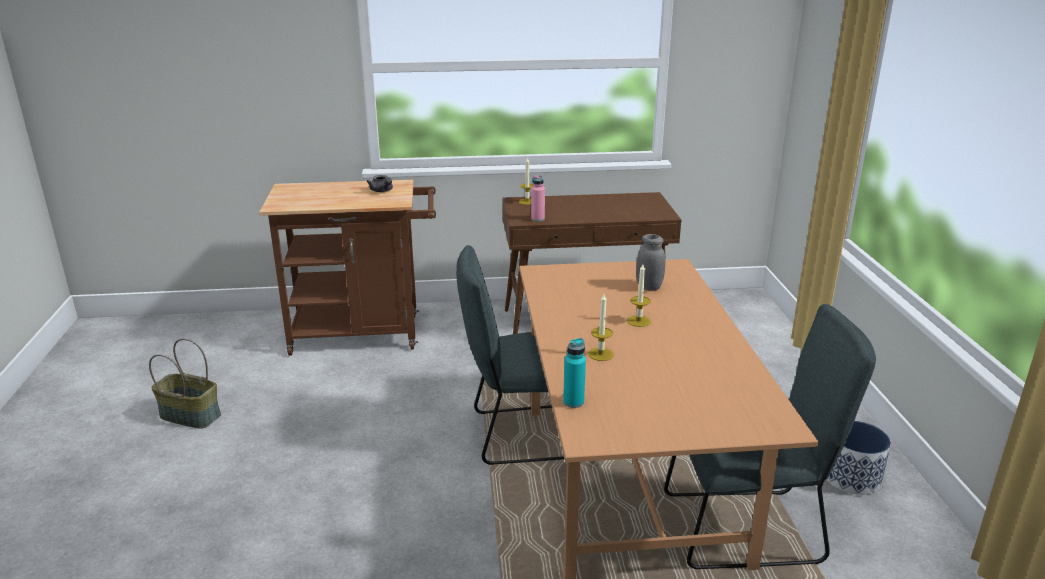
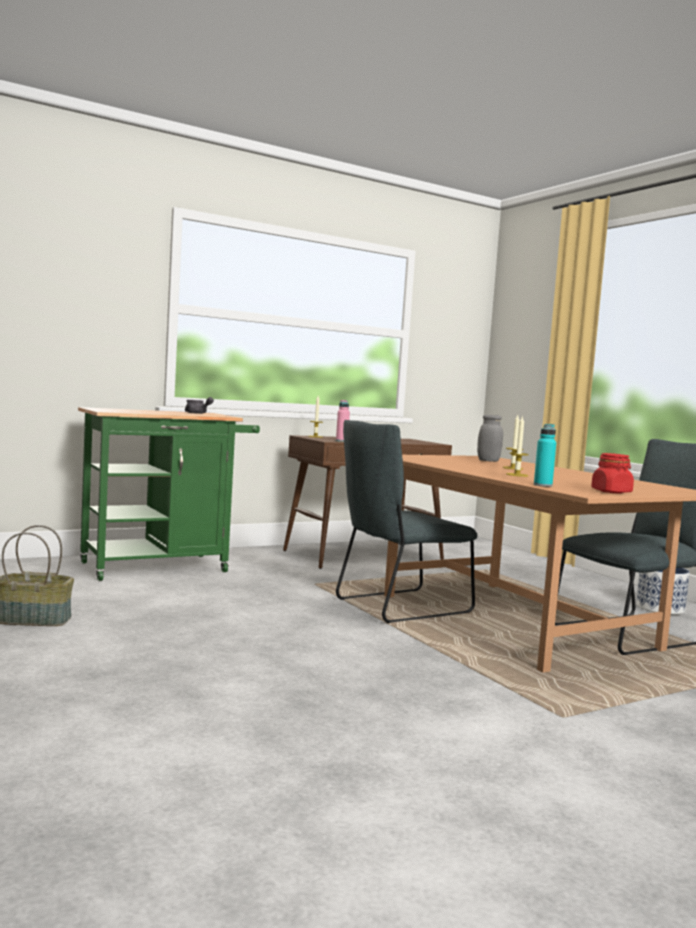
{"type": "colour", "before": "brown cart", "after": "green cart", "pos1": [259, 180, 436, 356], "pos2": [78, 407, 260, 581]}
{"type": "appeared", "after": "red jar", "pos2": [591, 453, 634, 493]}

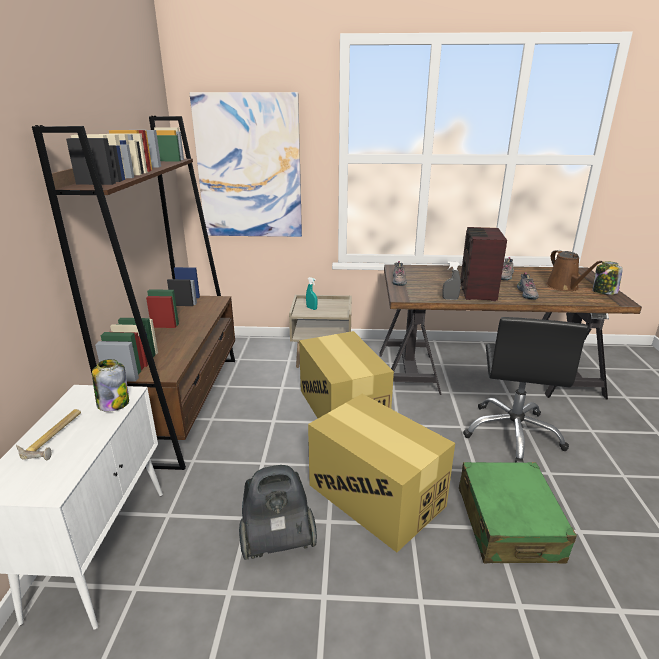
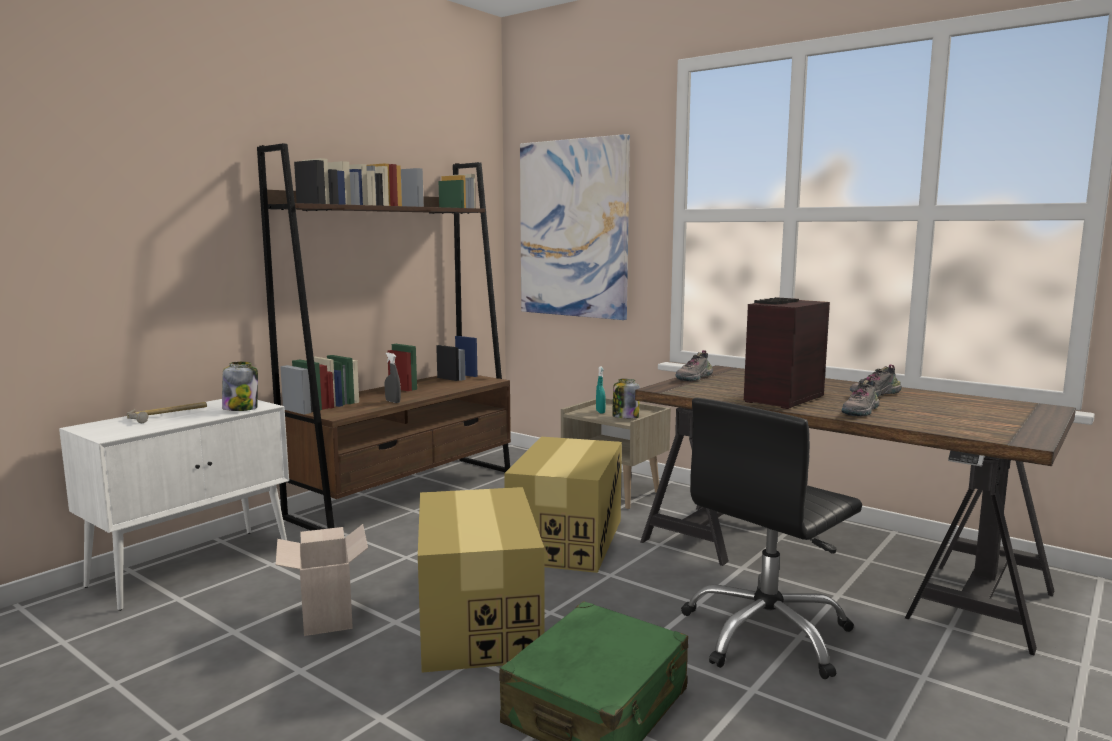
{"type": "exchanged", "before": "vacuum cleaner", "after": "cardboard box", "pos1": [239, 465, 317, 560], "pos2": [276, 524, 368, 636]}
{"type": "relocated", "before": "grey spray bottle", "pos1": [442, 261, 461, 300], "pos2": [384, 353, 401, 403]}
{"type": "missing", "before": "brown watering can", "pos1": [546, 250, 603, 291]}
{"type": "relocated", "before": "jar", "pos1": [592, 262, 623, 295], "pos2": [612, 379, 640, 419]}

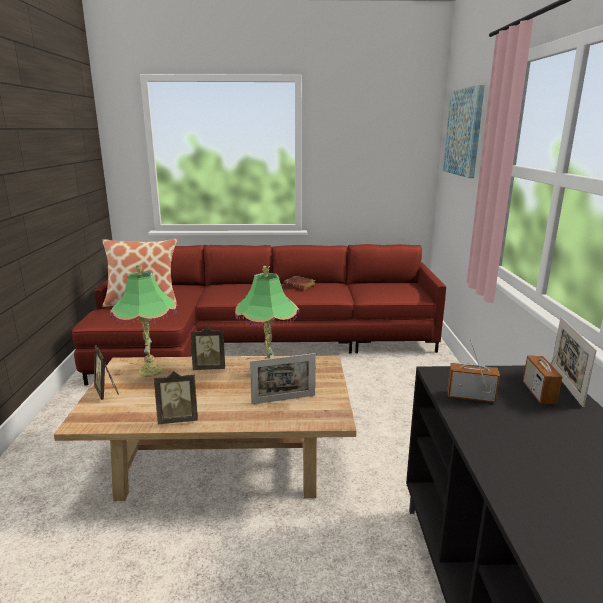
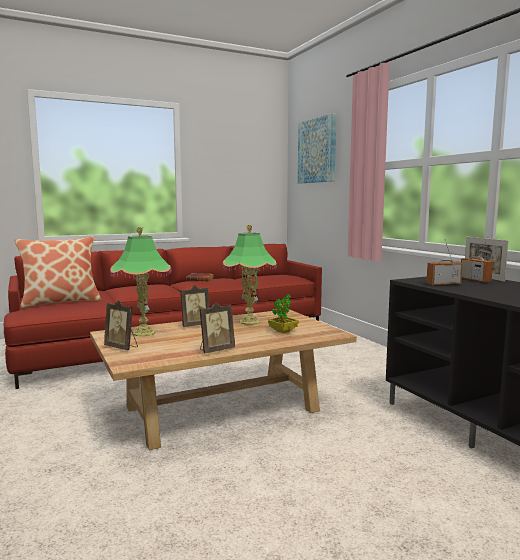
{"type": "exchanged", "before": "picture frame", "after": "potted plant", "pos1": [250, 353, 316, 404], "pos2": [268, 294, 299, 333]}

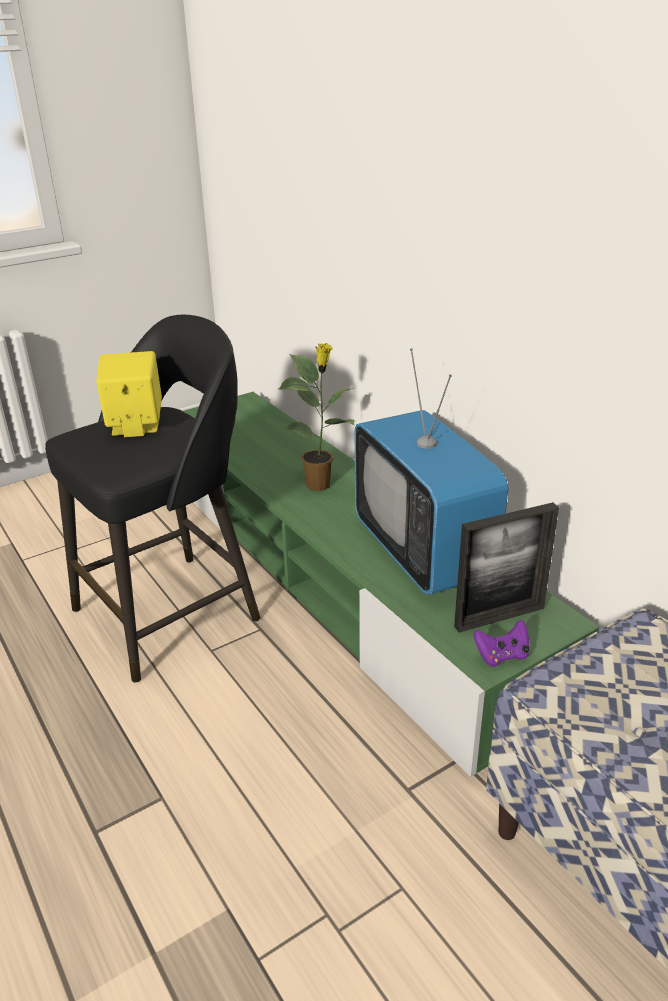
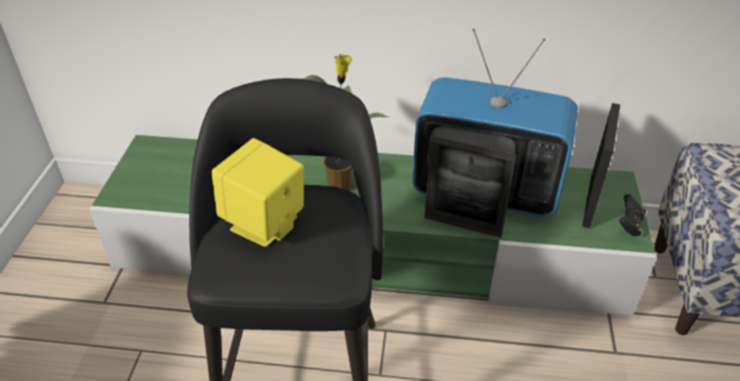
{"type": "colour", "before": "purple game controller", "after": "black game controller", "pos1": [473, 620, 529, 667], "pos2": [619, 194, 646, 236]}
{"type": "appeared", "after": "picture frame", "pos2": [425, 136, 517, 238]}

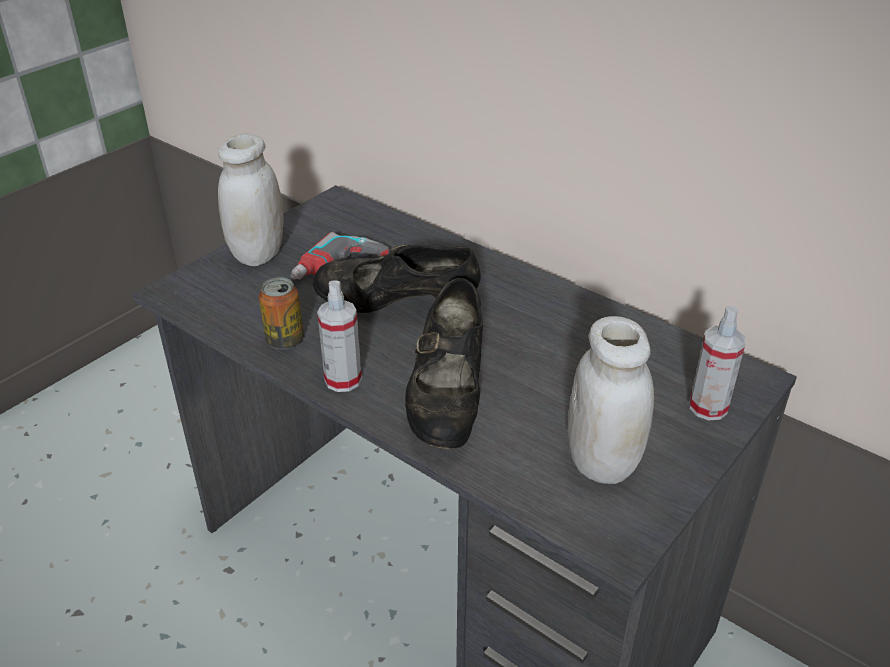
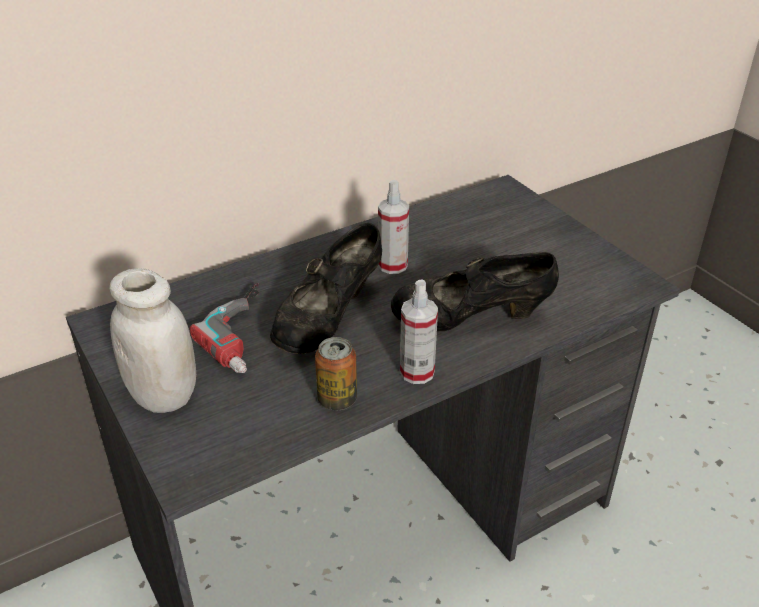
{"type": "spun", "before": "black shoe", "pos1": [405, 278, 483, 449], "pos2": [391, 252, 559, 331], "turn": 150}
{"type": "missing", "before": "white jar", "pos1": [568, 316, 654, 484]}
{"type": "relocated", "before": "spray bottle", "pos1": [690, 306, 746, 421], "pos2": [378, 180, 409, 274]}

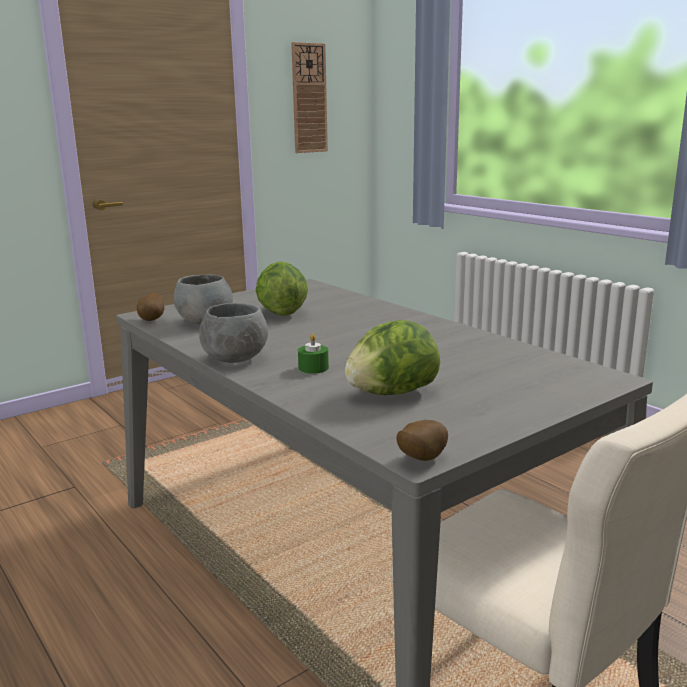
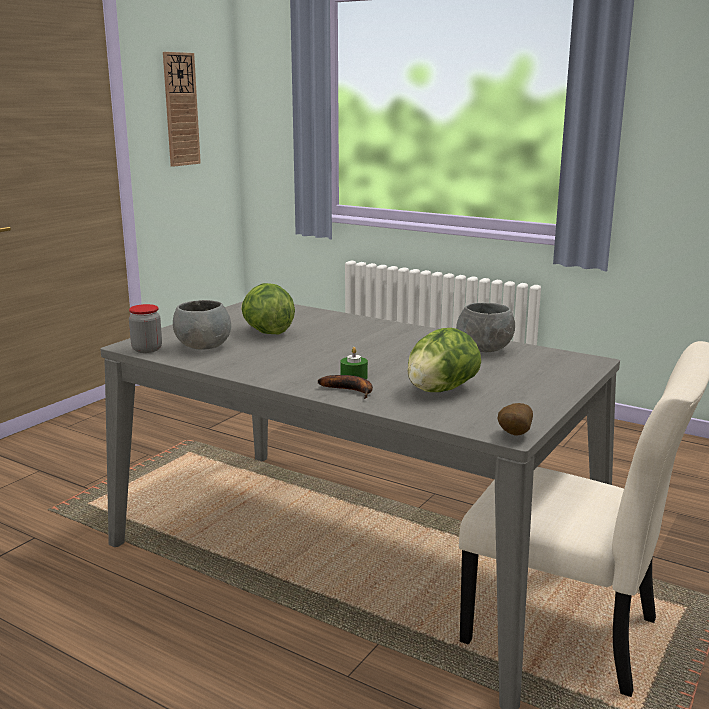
{"type": "exchanged", "before": "potato", "after": "jar", "pos1": [137, 293, 165, 321], "pos2": [129, 304, 162, 353]}
{"type": "relocated", "before": "grey bowl", "pos1": [199, 303, 268, 363], "pos2": [456, 303, 515, 352]}
{"type": "appeared", "after": "banana", "pos2": [318, 375, 373, 399]}

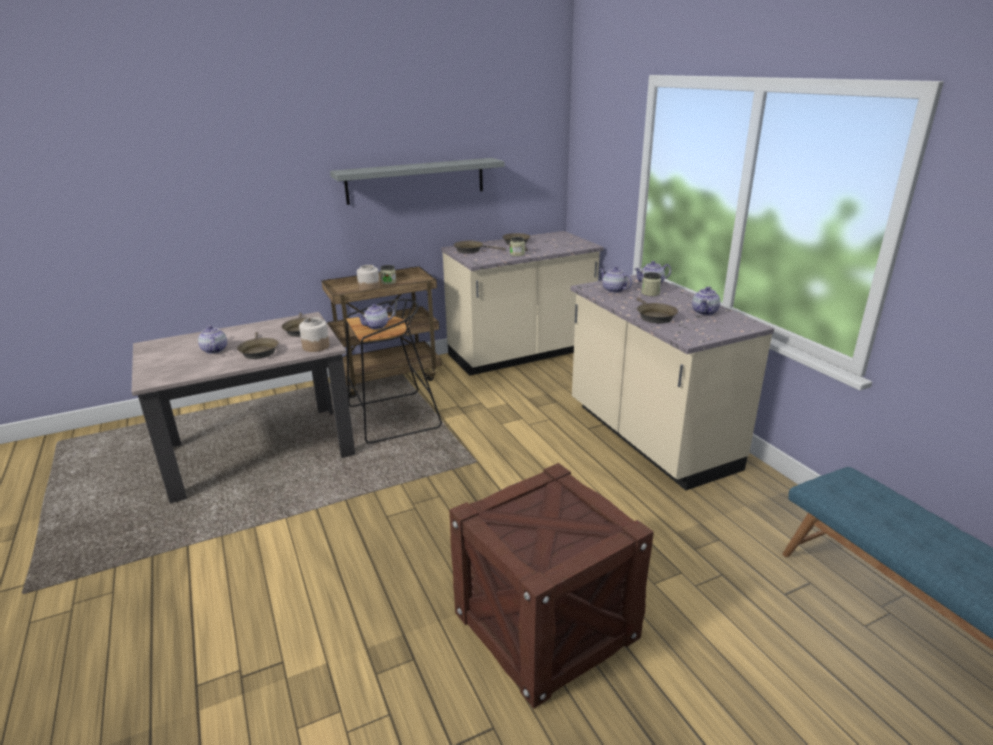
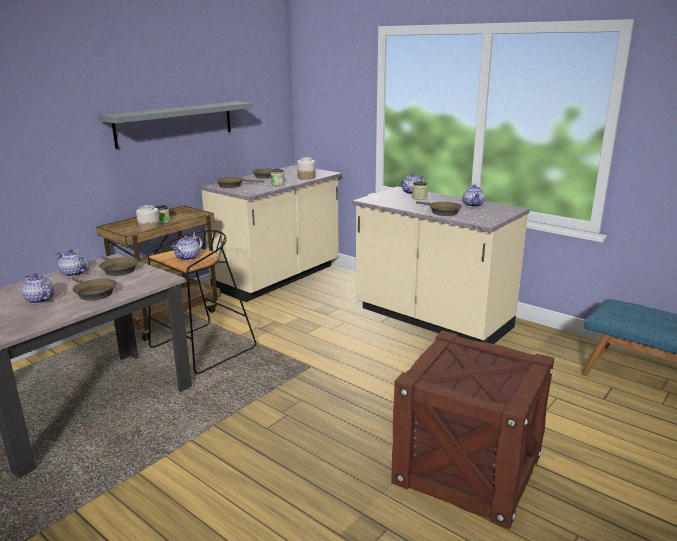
{"type": "relocated", "before": "jar", "pos1": [299, 317, 330, 352], "pos2": [297, 157, 315, 180]}
{"type": "relocated", "before": "teapot", "pos1": [600, 267, 632, 293], "pos2": [55, 249, 89, 277]}

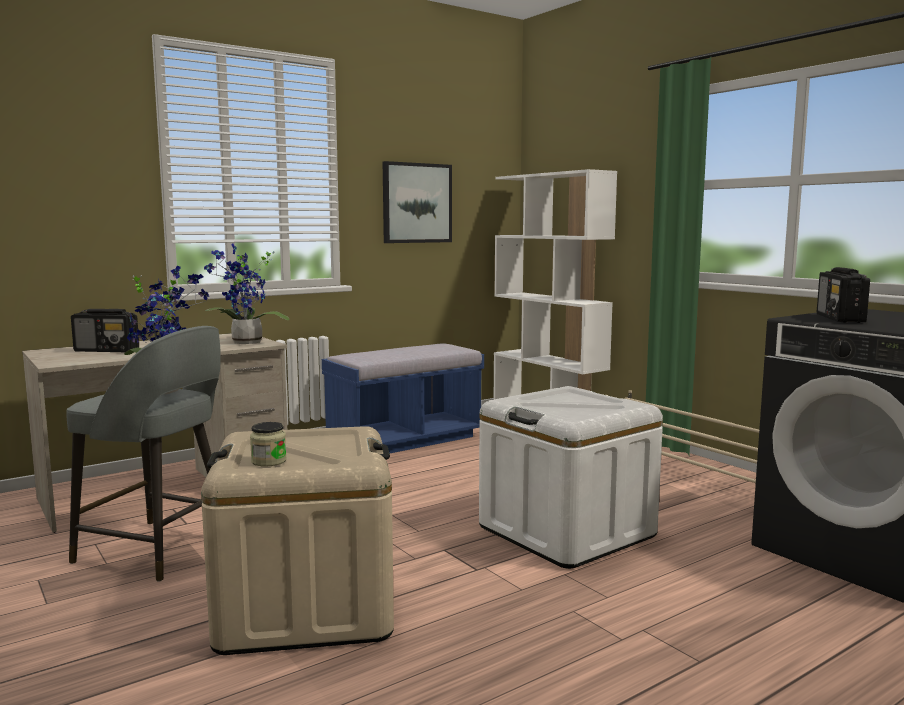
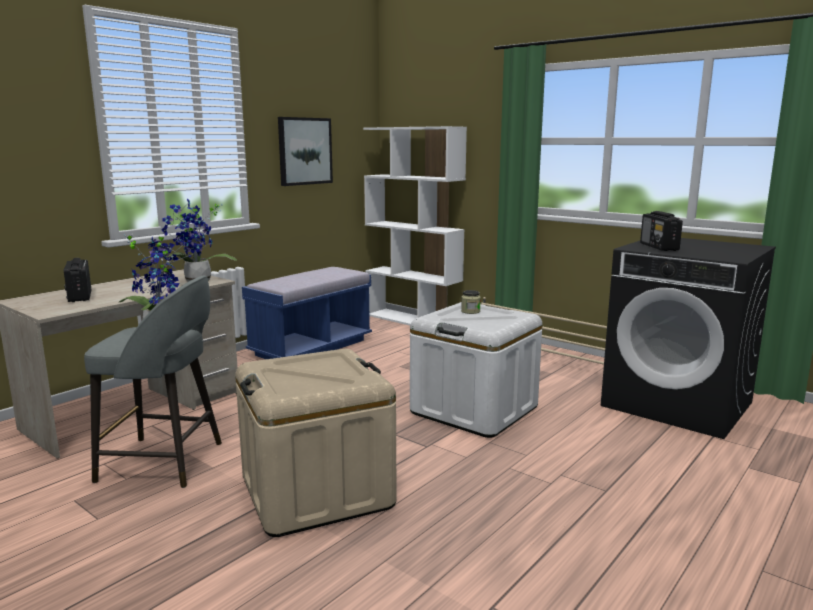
{"type": "spun", "before": "radio", "pos1": [71, 309, 139, 352], "pos2": [64, 258, 91, 302], "turn": 75}
{"type": "relocated", "before": "jar", "pos1": [250, 422, 287, 467], "pos2": [461, 290, 481, 314]}

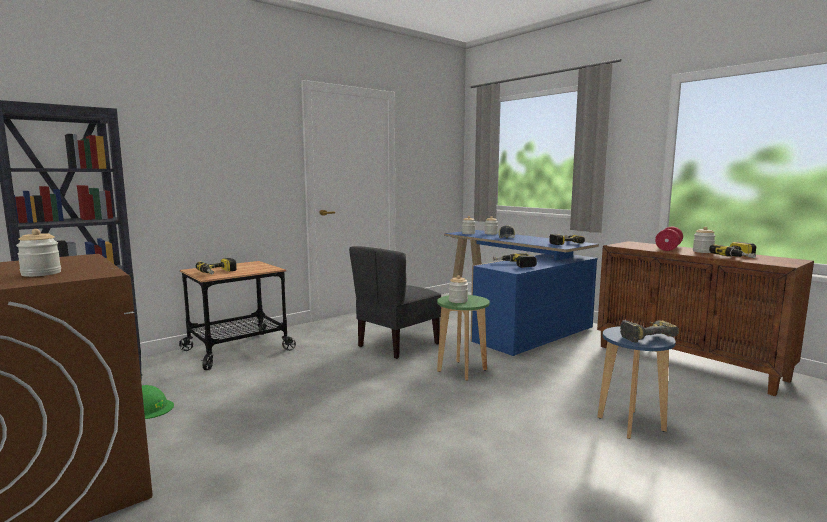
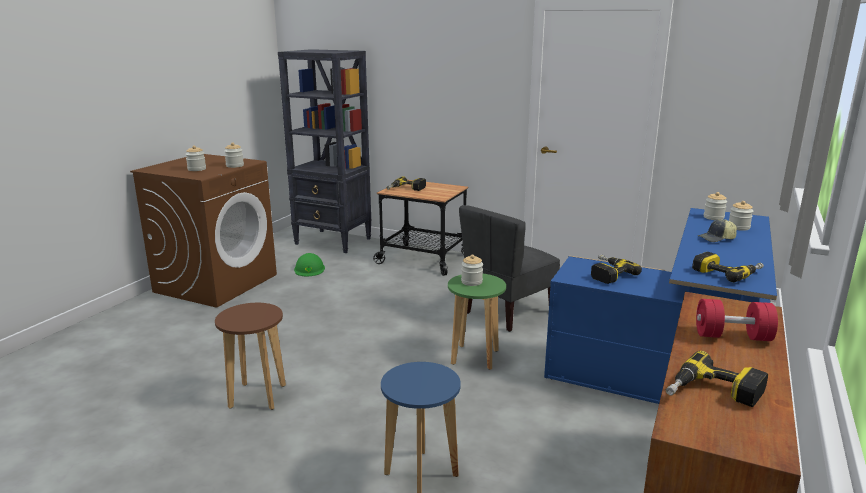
{"type": "spun", "before": "grey chair", "pos1": [349, 246, 442, 359], "pos2": [459, 205, 560, 332], "turn": -60}
{"type": "missing", "before": "power drill", "pos1": [620, 320, 679, 342]}
{"type": "relocated", "before": "jar", "pos1": [693, 227, 716, 253], "pos2": [224, 142, 244, 168]}
{"type": "appeared", "after": "brown stool", "pos2": [215, 303, 286, 410]}

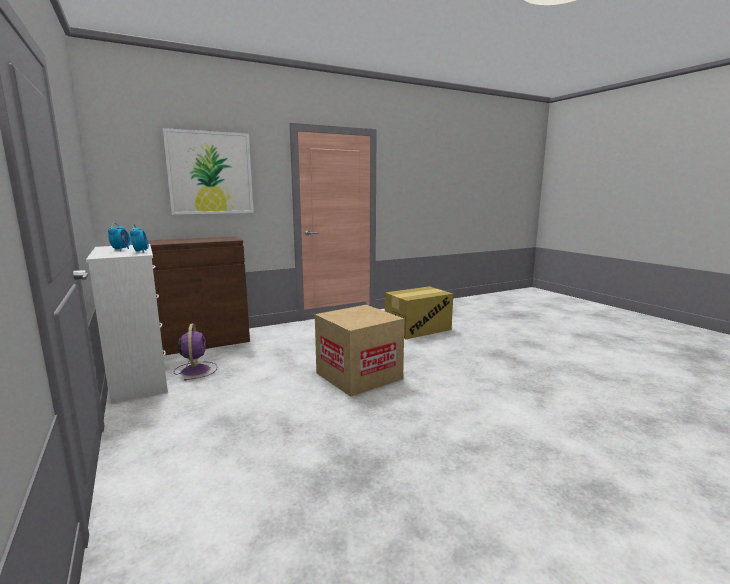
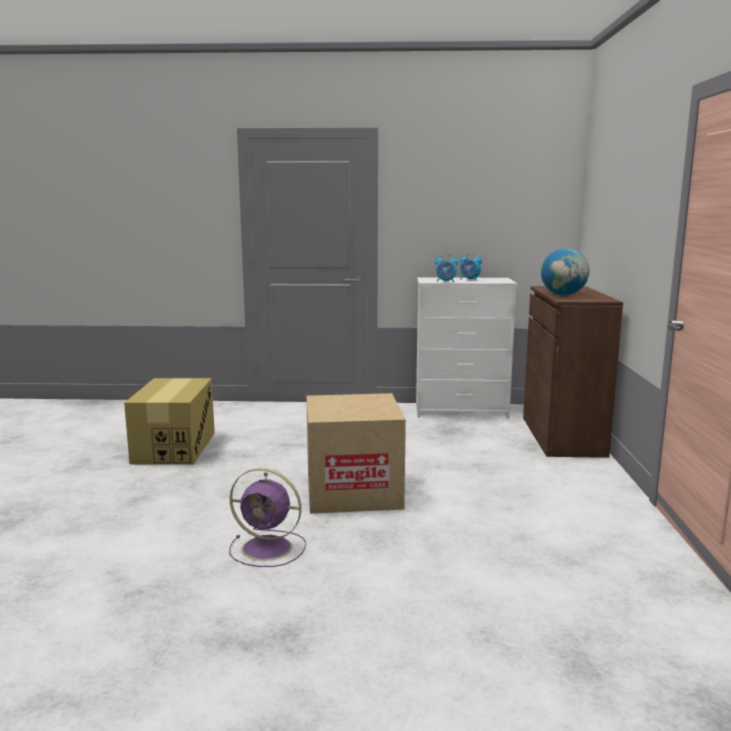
{"type": "missing", "before": "picture", "pos1": [163, 128, 254, 215]}
{"type": "relocated", "before": "purple fan", "pos1": [174, 324, 217, 381], "pos2": [229, 468, 306, 567]}
{"type": "relocated", "before": "cardboard box", "pos1": [385, 286, 453, 339], "pos2": [124, 378, 215, 465]}
{"type": "appeared", "after": "globe", "pos2": [541, 248, 590, 295]}

